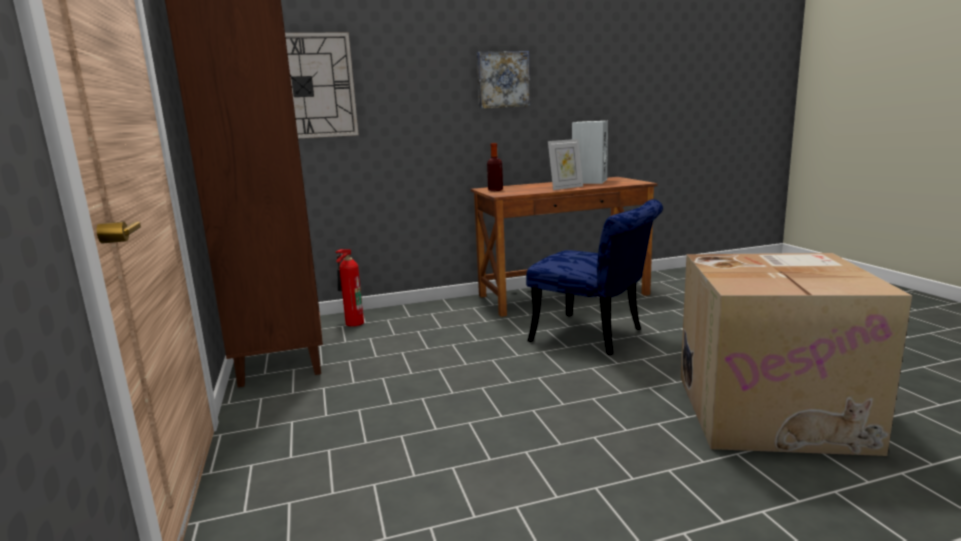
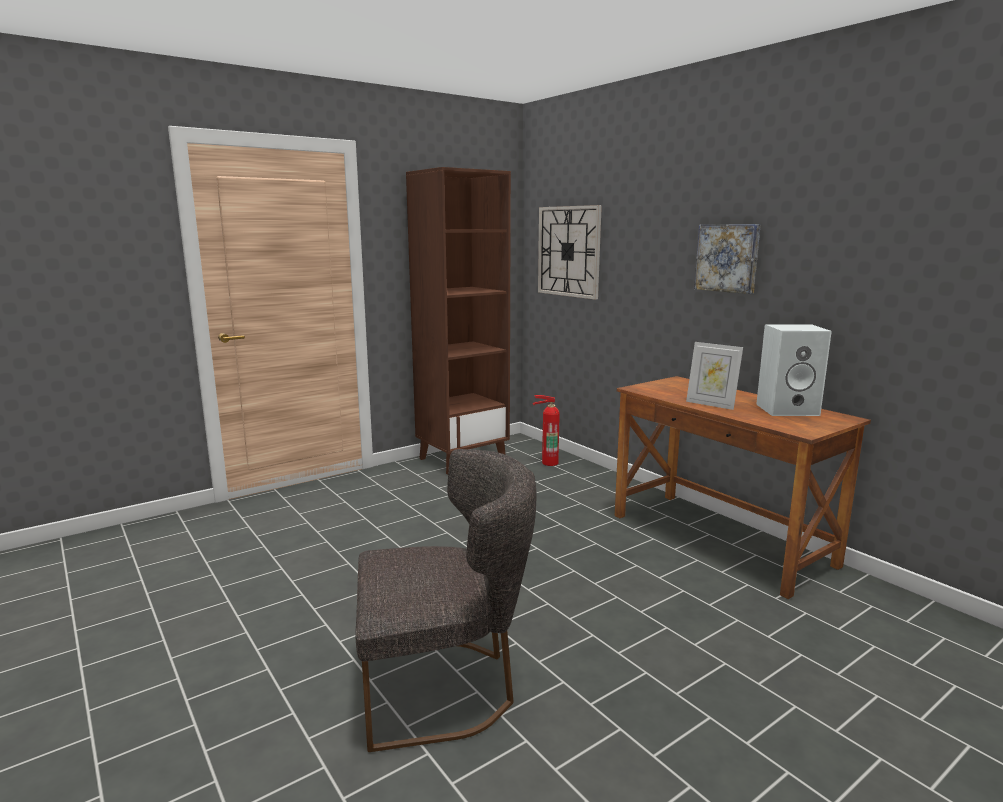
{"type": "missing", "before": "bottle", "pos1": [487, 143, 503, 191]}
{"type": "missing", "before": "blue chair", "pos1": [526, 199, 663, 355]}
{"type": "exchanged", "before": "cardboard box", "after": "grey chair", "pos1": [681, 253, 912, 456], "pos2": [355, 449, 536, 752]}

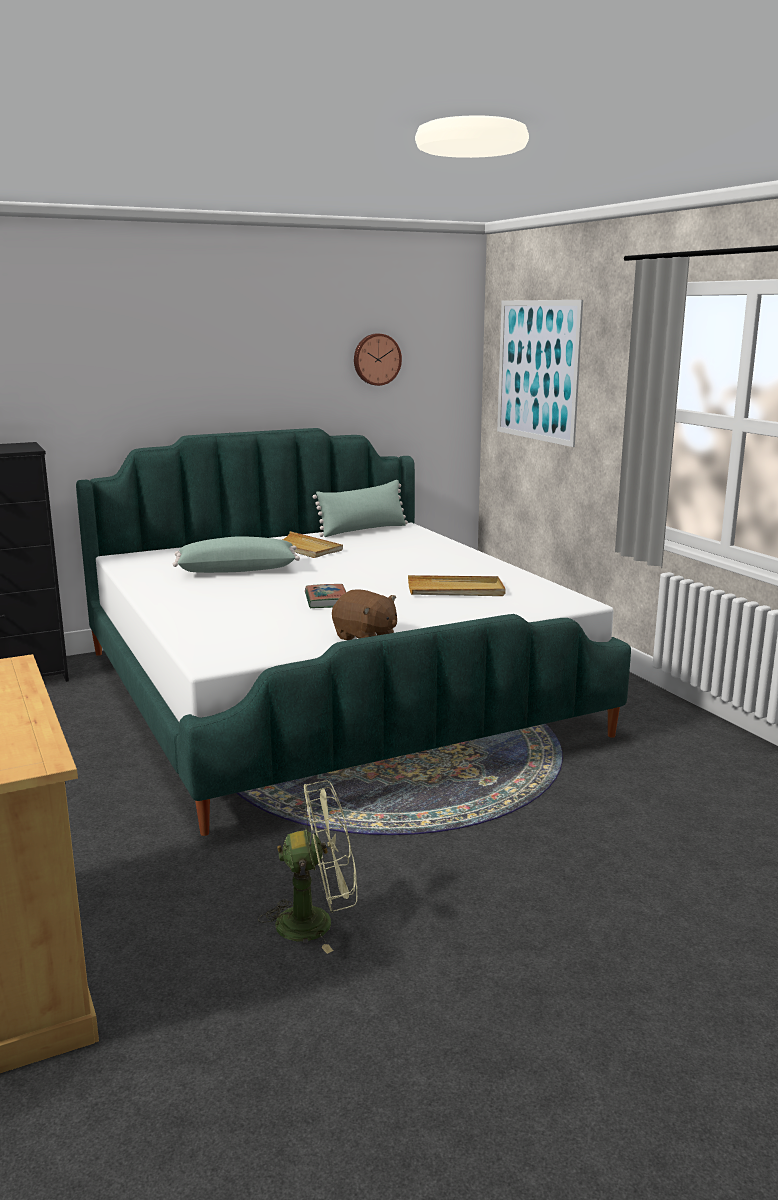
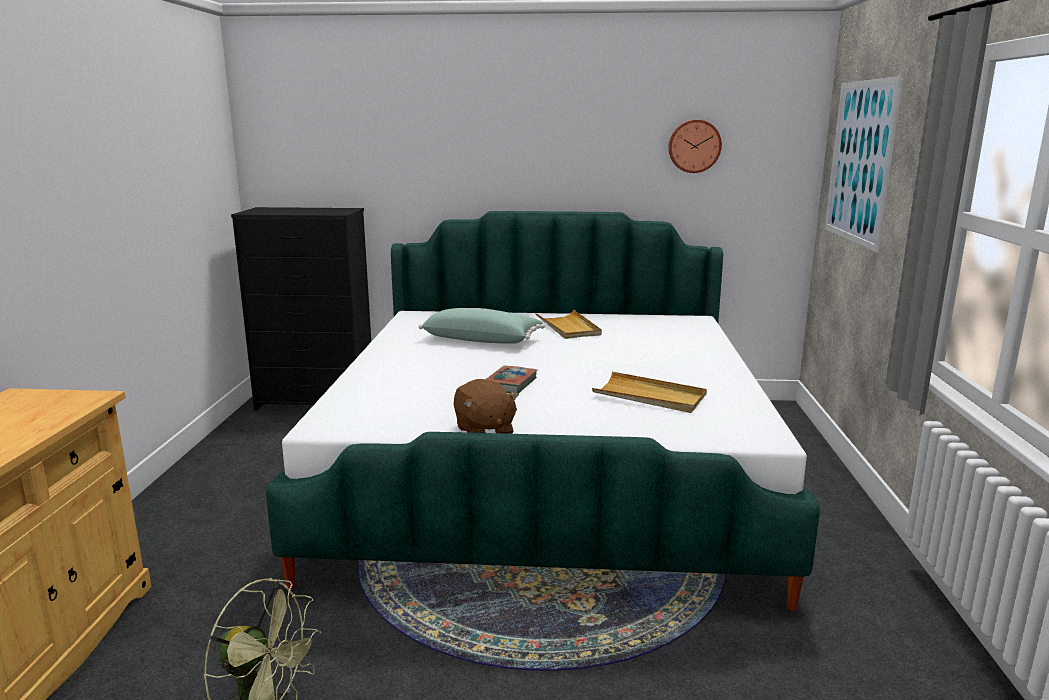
{"type": "missing", "before": "green pillow", "pos1": [313, 480, 408, 537]}

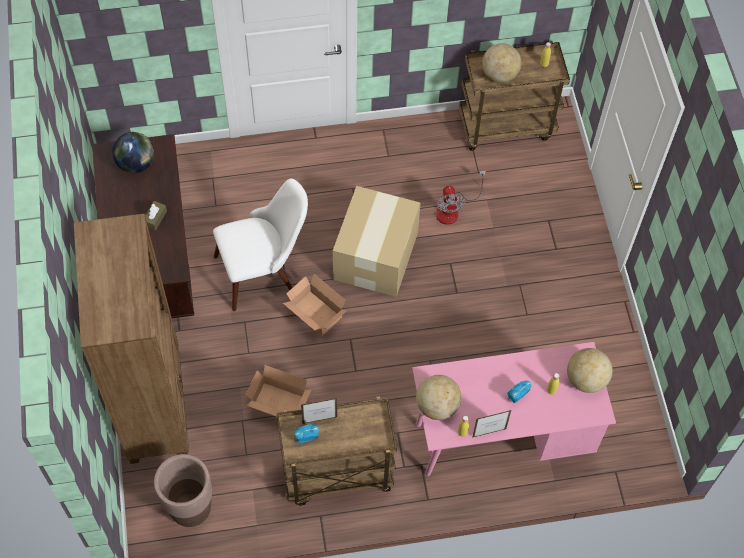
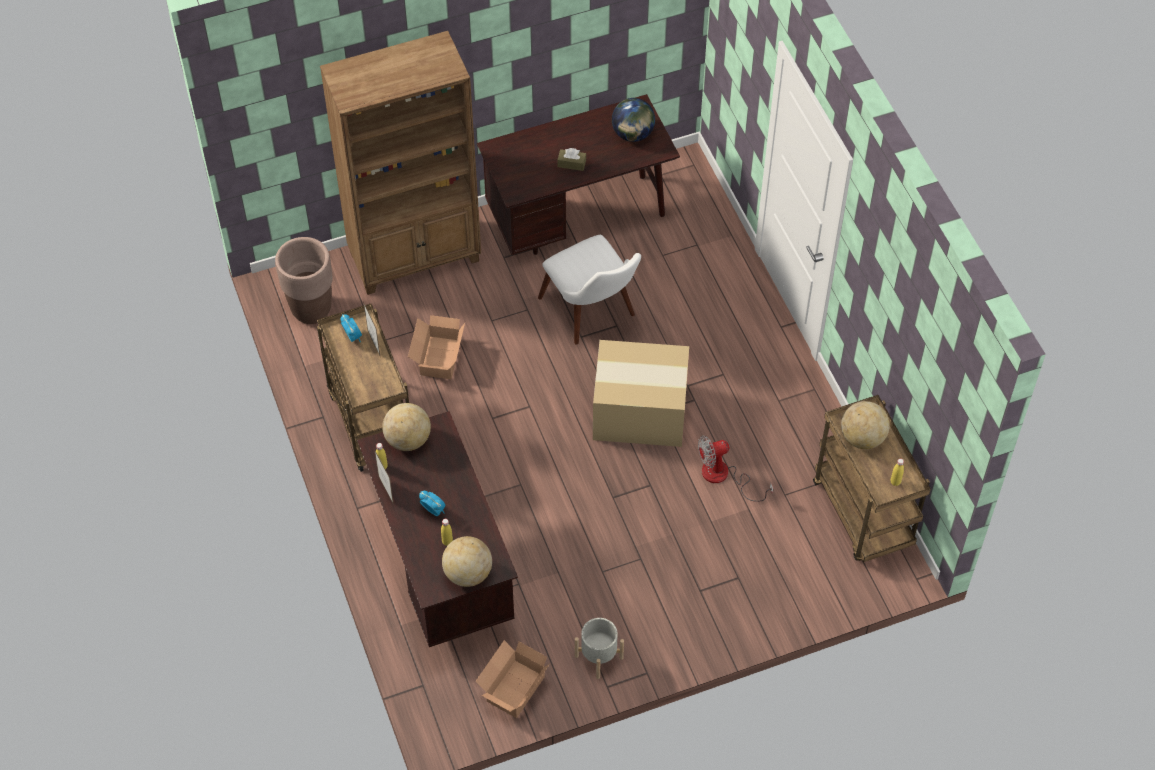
{"type": "relocated", "before": "cardboard box", "pos1": [283, 274, 346, 336], "pos2": [476, 640, 550, 718]}
{"type": "colour", "before": "pink desk", "after": "brown desk", "pos1": [412, 342, 616, 476], "pos2": [357, 411, 518, 647]}
{"type": "appeared", "after": "grey planter", "pos2": [575, 618, 624, 679]}

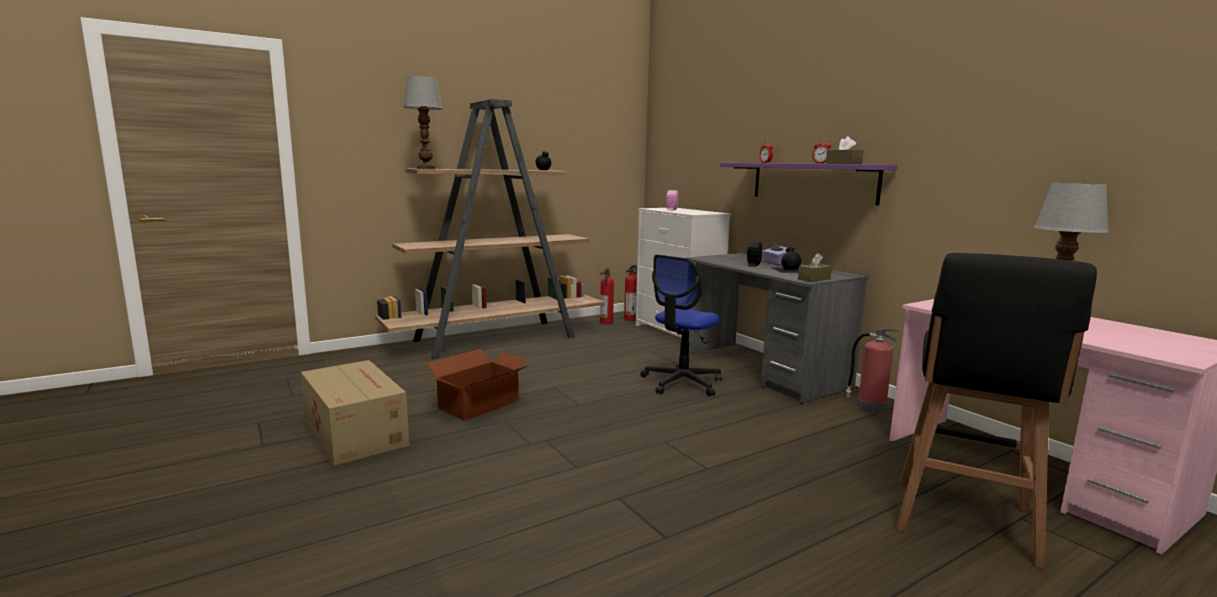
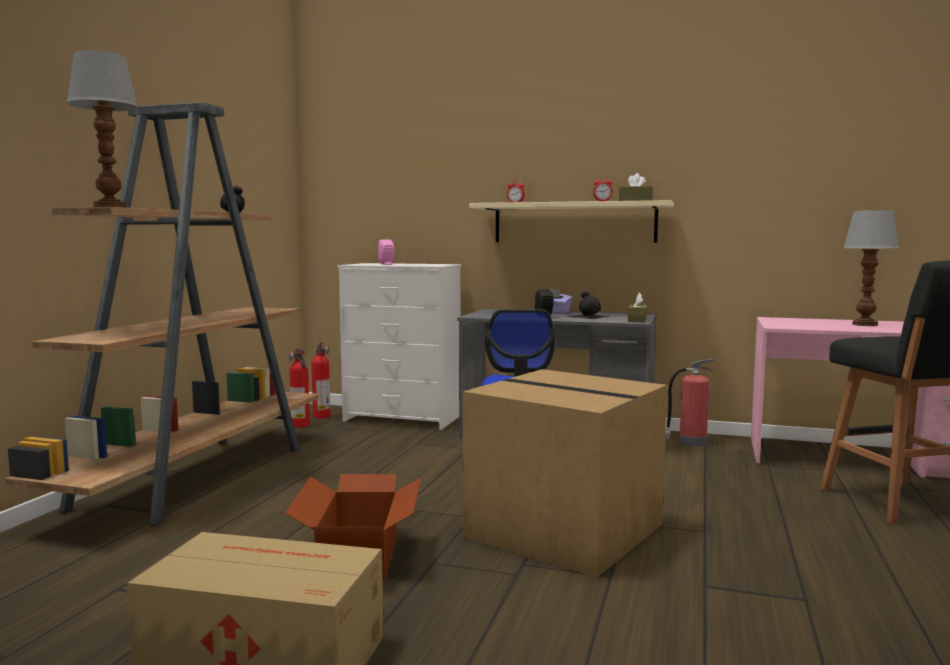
{"type": "colour", "before": "purple shelf", "after": "beige shelf", "pos1": [720, 163, 898, 206], "pos2": [469, 200, 674, 243]}
{"type": "appeared", "after": "cardboard box", "pos2": [463, 369, 667, 578]}

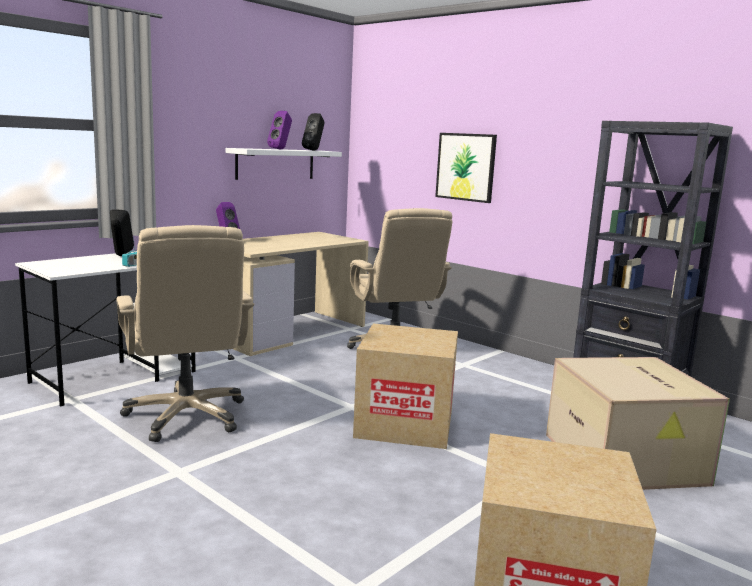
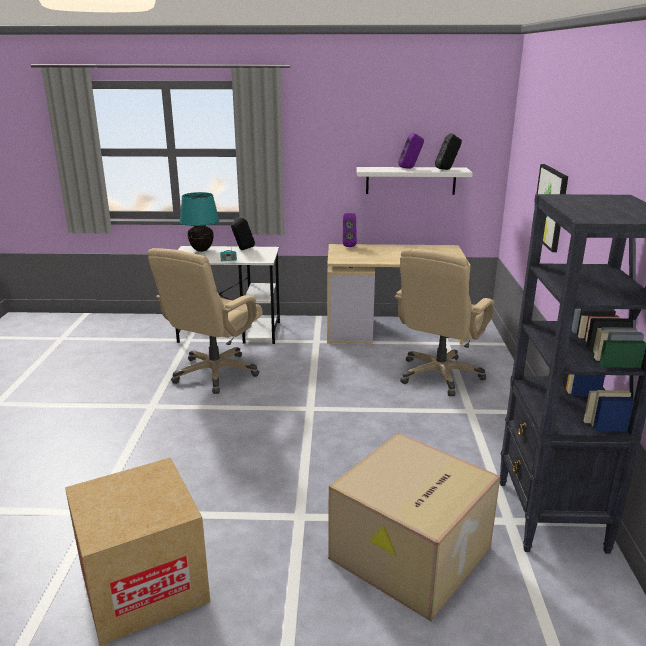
{"type": "missing", "before": "cardboard box", "pos1": [353, 323, 458, 449]}
{"type": "appeared", "after": "turquoise table lamp", "pos2": [179, 192, 220, 252]}

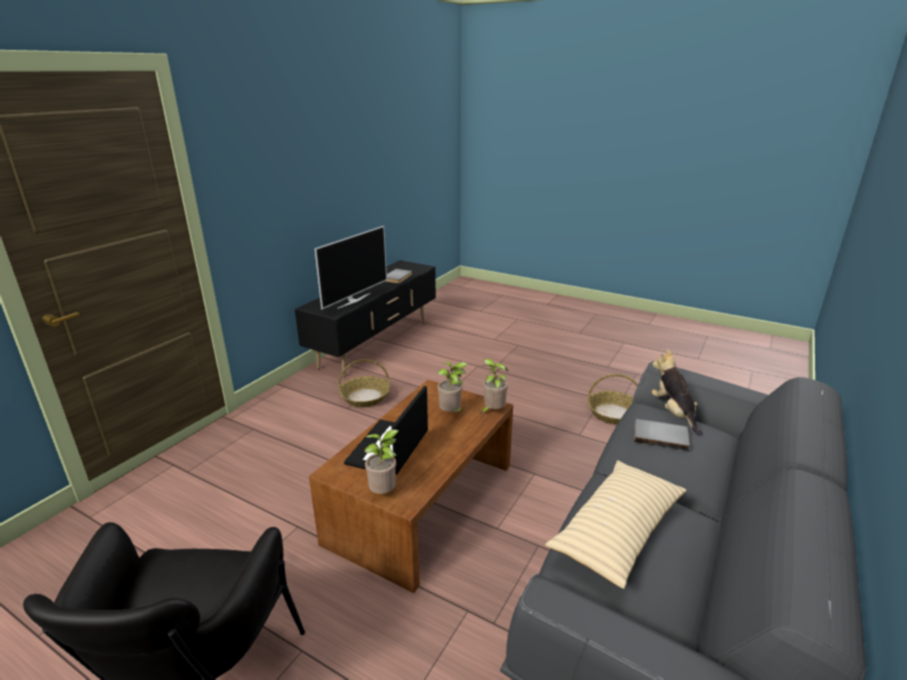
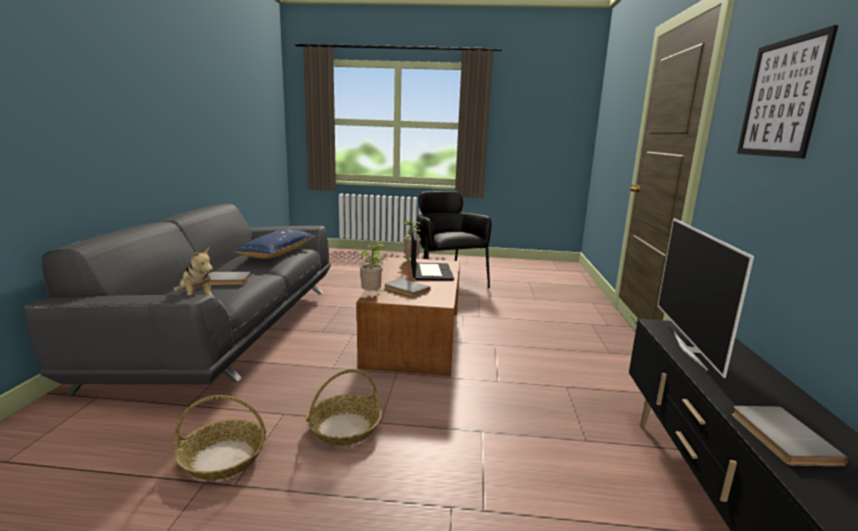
{"type": "relocated", "before": "basket", "pos1": [338, 359, 390, 407], "pos2": [306, 369, 382, 446]}
{"type": "exchanged", "before": "potted plant", "after": "grey book", "pos1": [437, 362, 468, 412], "pos2": [384, 278, 431, 297]}
{"type": "colour", "before": "beige pillow", "after": "blue pillow", "pos1": [545, 460, 687, 589], "pos2": [232, 229, 316, 259]}
{"type": "appeared", "after": "picture", "pos2": [737, 25, 838, 159]}

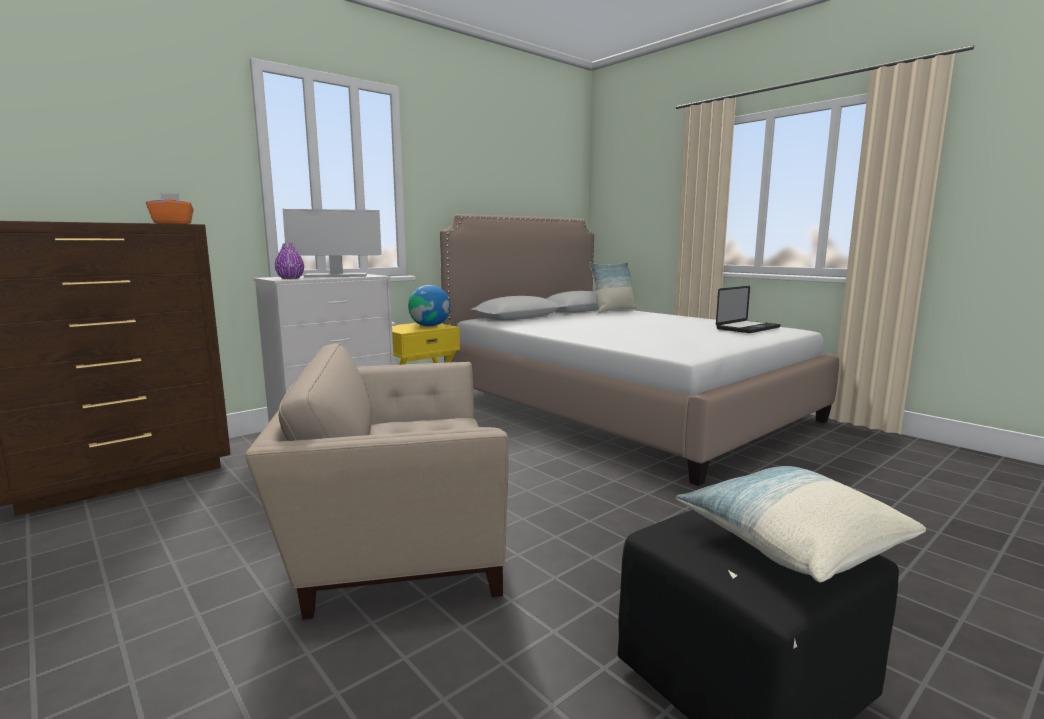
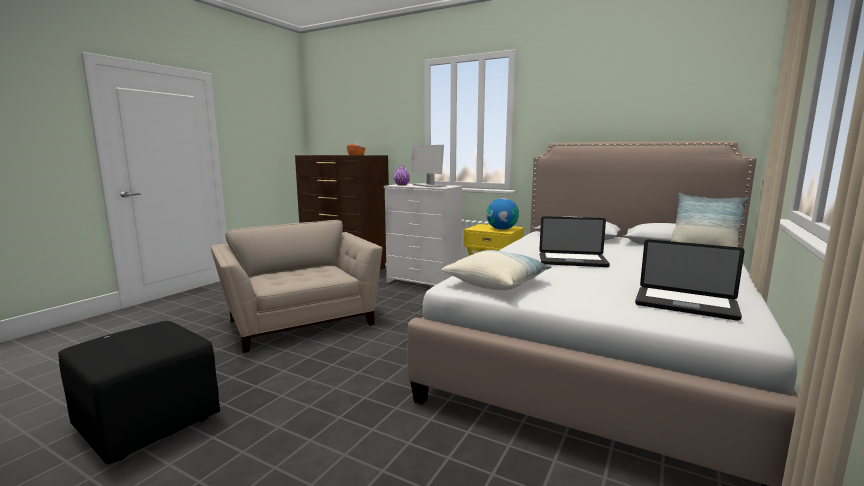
{"type": "relocated", "before": "pillow", "pos1": [676, 466, 926, 582], "pos2": [441, 250, 551, 290]}
{"type": "appeared", "after": "laptop", "pos2": [539, 216, 610, 267]}

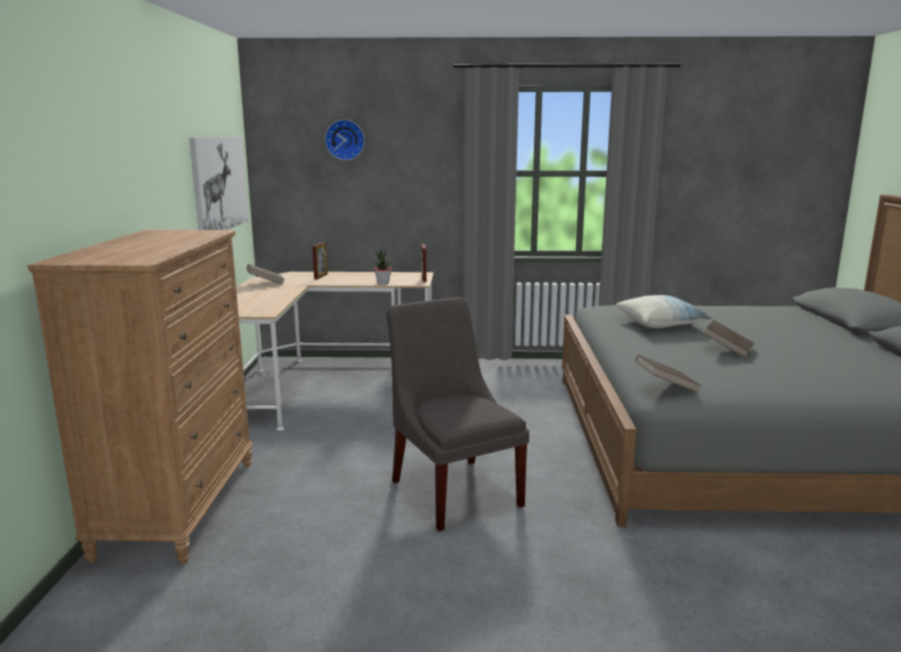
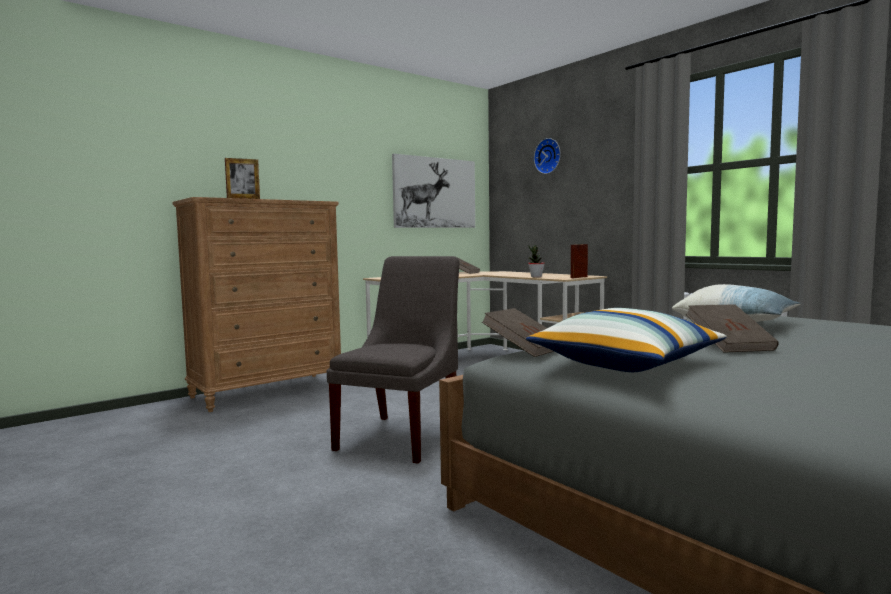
{"type": "relocated", "before": "picture frame", "pos1": [312, 242, 328, 279], "pos2": [225, 158, 260, 199]}
{"type": "appeared", "after": "pillow", "pos2": [526, 308, 727, 372]}

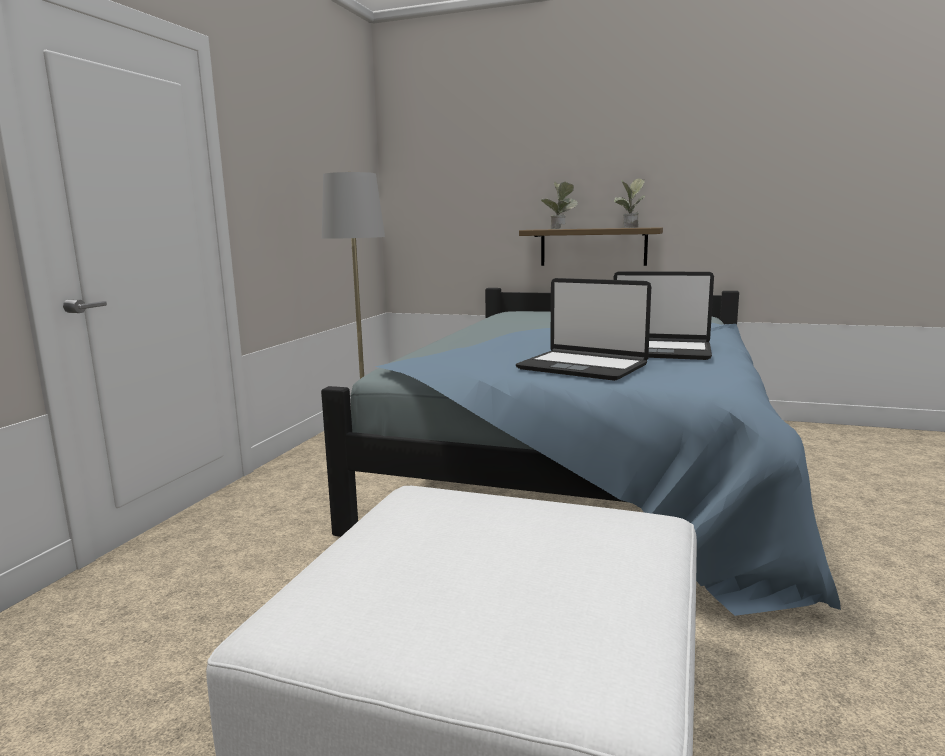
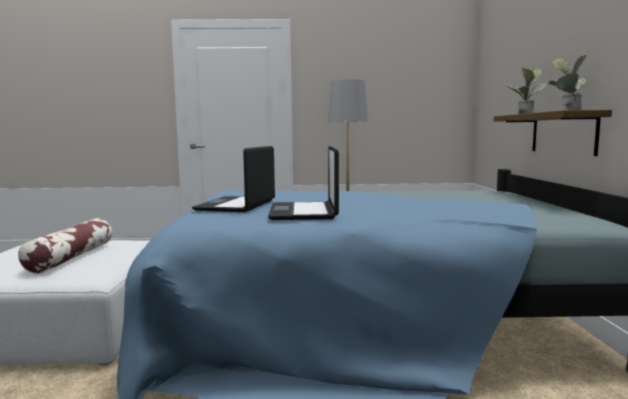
{"type": "appeared", "after": "pillow", "pos2": [18, 218, 112, 273]}

